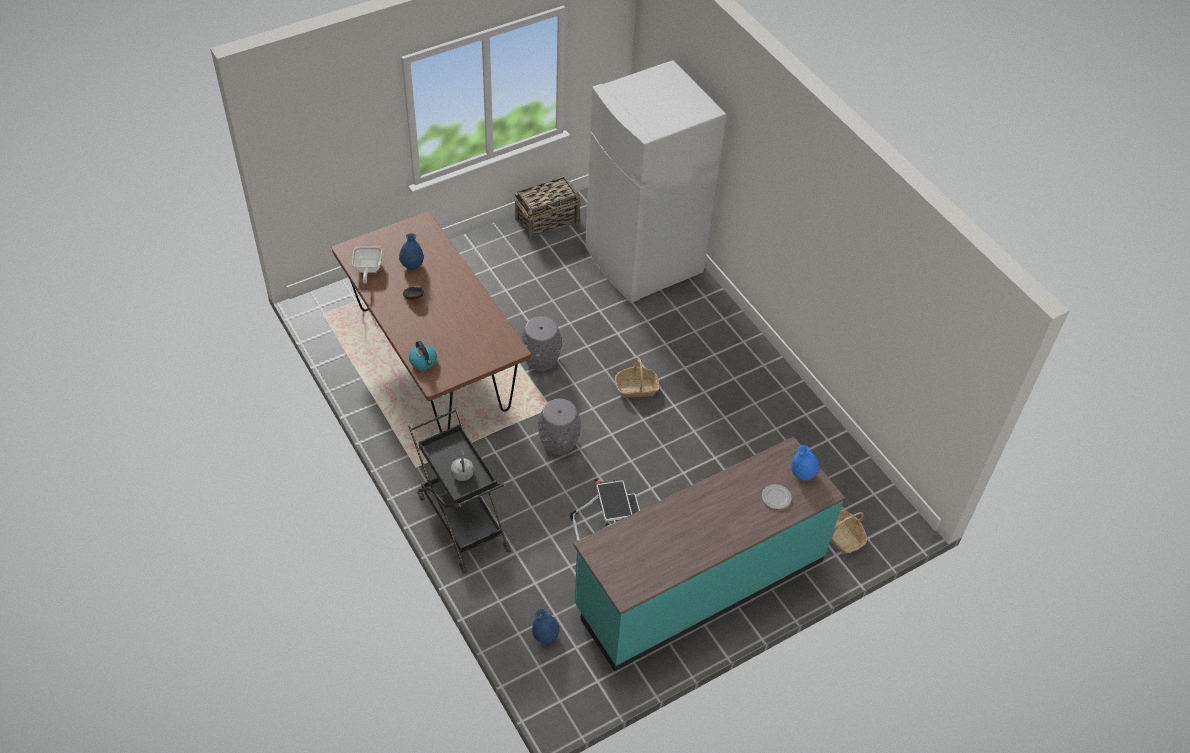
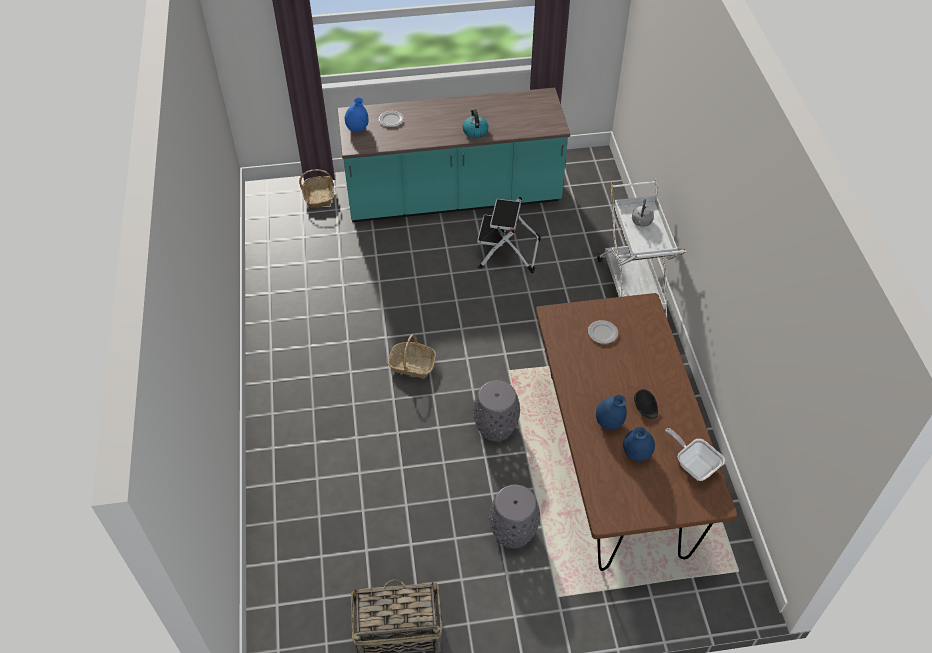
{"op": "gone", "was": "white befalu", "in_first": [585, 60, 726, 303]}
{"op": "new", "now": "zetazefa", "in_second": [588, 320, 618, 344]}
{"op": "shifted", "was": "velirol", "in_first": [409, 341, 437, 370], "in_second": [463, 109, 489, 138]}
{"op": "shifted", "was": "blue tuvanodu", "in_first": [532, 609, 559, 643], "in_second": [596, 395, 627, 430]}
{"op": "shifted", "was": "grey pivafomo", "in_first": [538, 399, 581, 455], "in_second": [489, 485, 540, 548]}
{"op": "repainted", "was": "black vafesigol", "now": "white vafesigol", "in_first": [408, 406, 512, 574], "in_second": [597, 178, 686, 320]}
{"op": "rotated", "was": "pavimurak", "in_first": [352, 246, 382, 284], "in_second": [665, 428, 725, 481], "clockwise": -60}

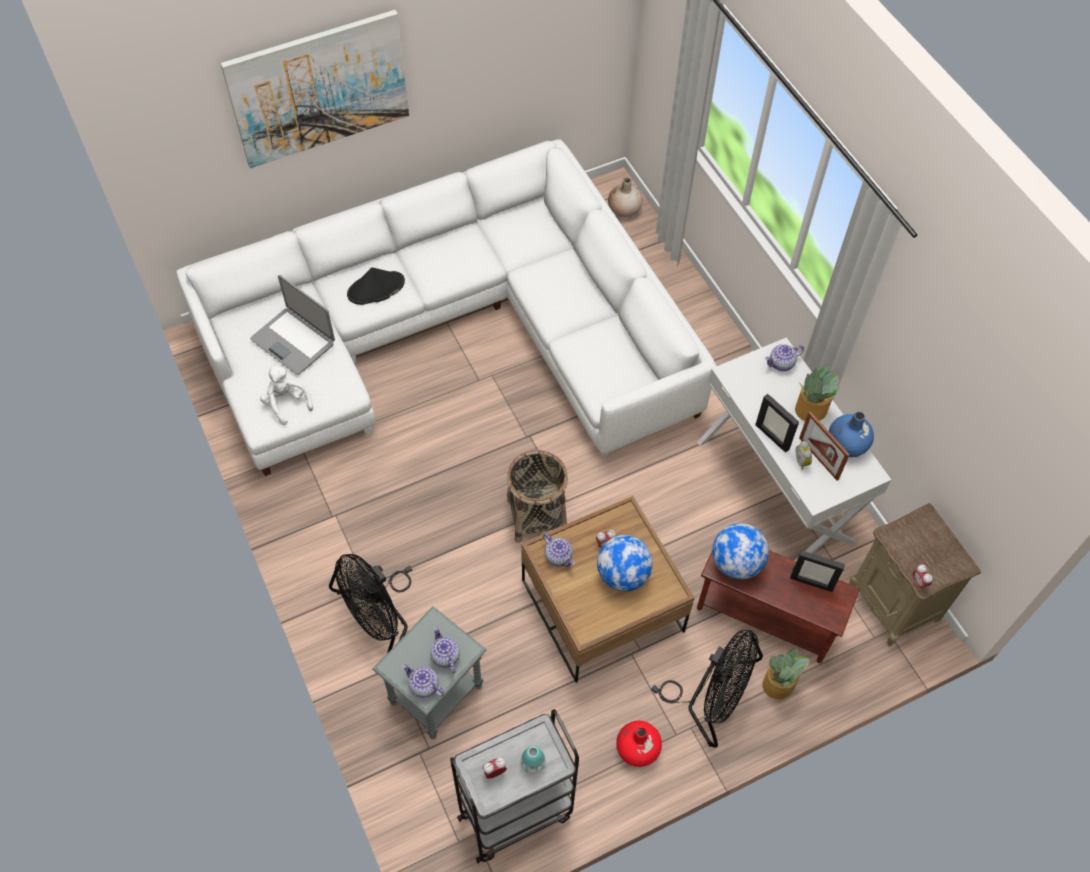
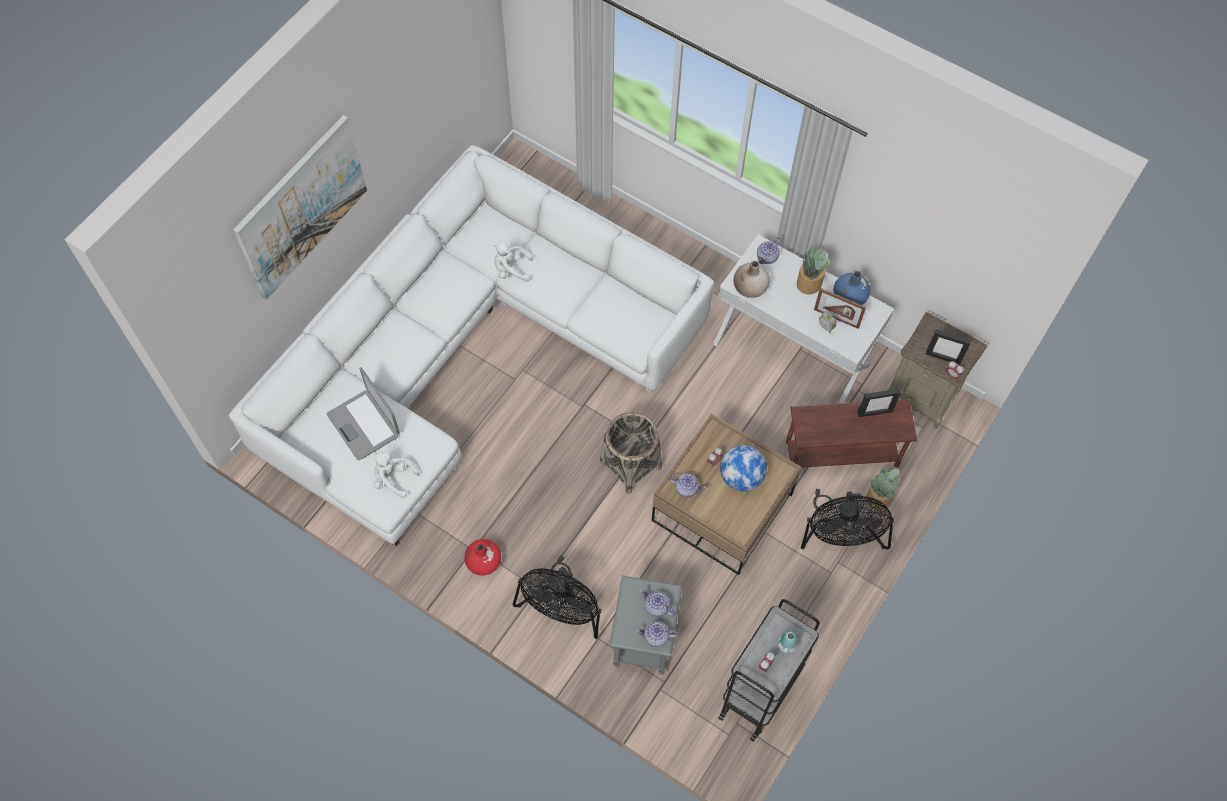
{"op": "gone", "was": "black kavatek", "in_first": [347, 267, 405, 305]}
{"op": "gone", "was": "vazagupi", "in_first": [712, 523, 769, 579]}
{"op": "new", "now": "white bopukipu", "in_second": [494, 241, 533, 282]}
{"op": "shifted", "was": "beige tuvanodu", "in_first": [608, 177, 643, 217], "in_second": [734, 261, 770, 298]}
{"op": "shifted", "was": "red tuvanodu", "in_first": [616, 721, 662, 767], "in_second": [464, 539, 501, 576]}
{"op": "shifted", "was": "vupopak", "in_first": [755, 394, 799, 453], "in_second": [926, 329, 971, 365]}
{"op": "rotated", "was": "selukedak", "in_first": [250, 275, 335, 375], "in_second": [327, 367, 400, 460], "clockwise": 45}
{"op": "rotated", "was": "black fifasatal", "in_first": [651, 630, 763, 748], "in_second": [801, 489, 894, 549], "clockwise": 90}

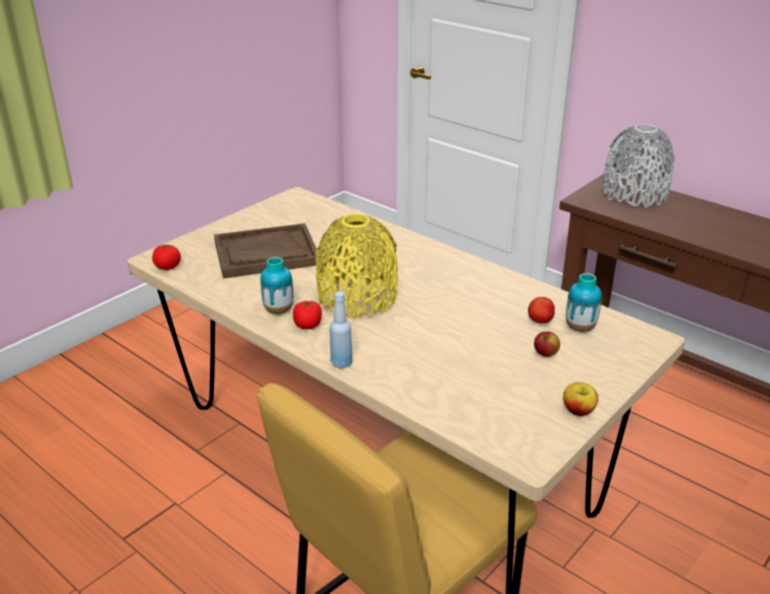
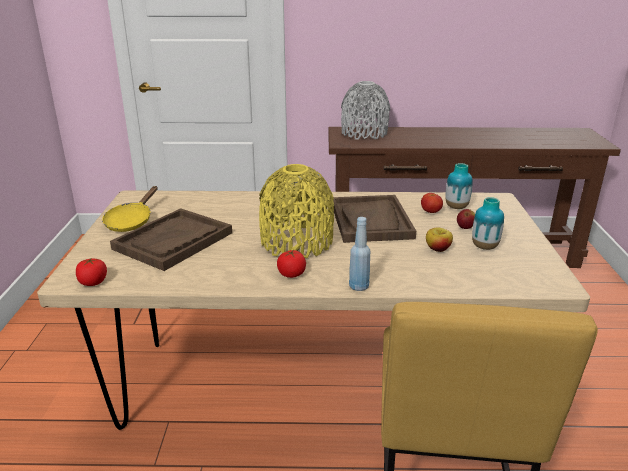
{"op": "new", "now": "yellow pavimurak", "in_second": [102, 186, 158, 232]}
{"op": "new", "now": "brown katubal", "in_second": [333, 195, 416, 243]}
{"op": "shifted", "was": "tuvanodu", "in_first": [260, 257, 294, 314], "in_second": [472, 197, 504, 250]}
{"op": "shifted", "was": "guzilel", "in_first": [563, 382, 598, 416], "in_second": [426, 227, 453, 252]}

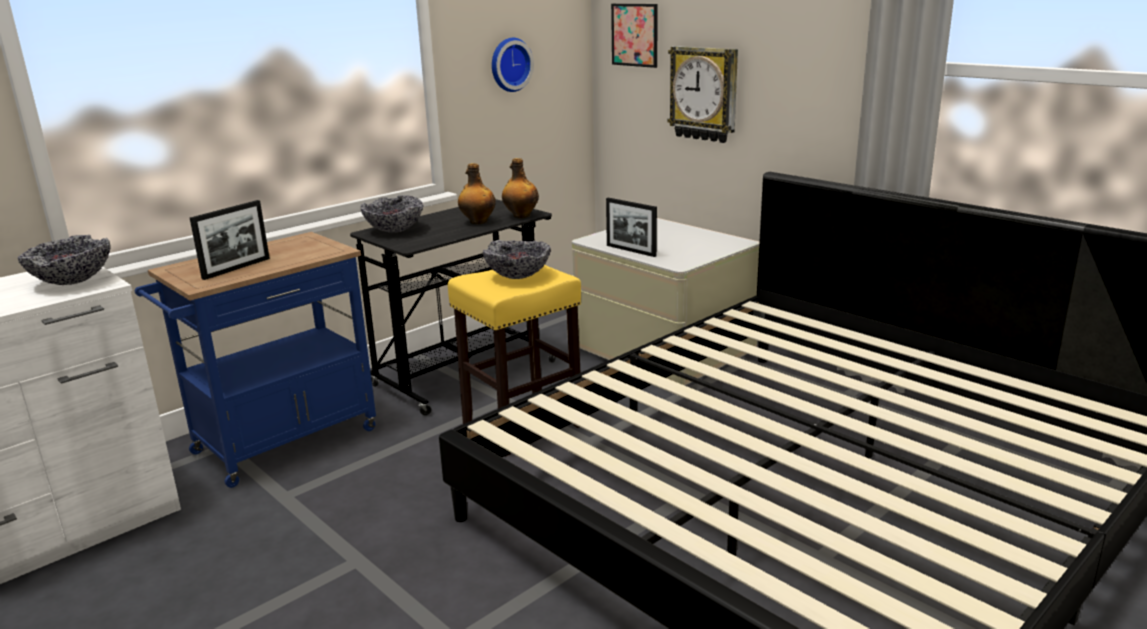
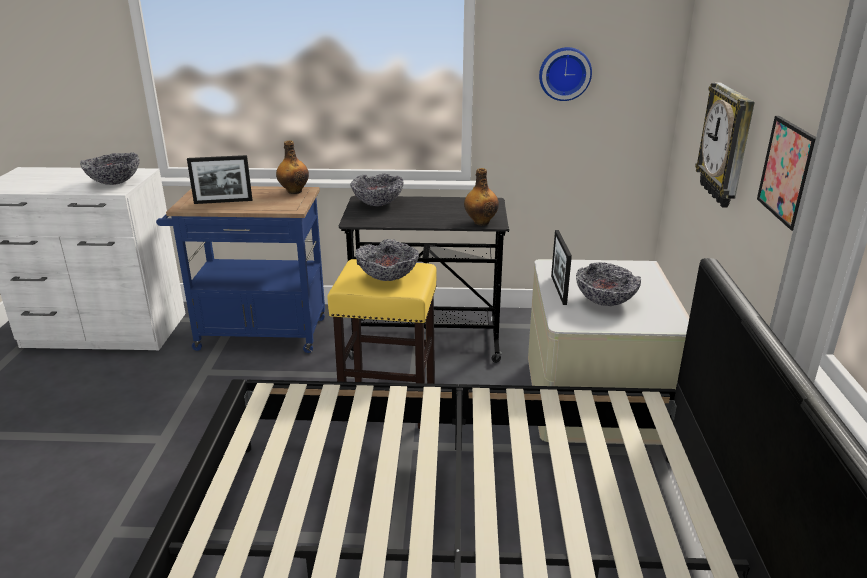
{"op": "new", "now": "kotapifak", "in_second": [576, 262, 641, 306]}
{"op": "shifted", "was": "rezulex", "in_first": [458, 163, 496, 224], "in_second": [276, 141, 309, 194]}
{"op": "shifted", "was": "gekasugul", "in_first": [611, 4, 658, 68], "in_second": [757, 116, 816, 231]}

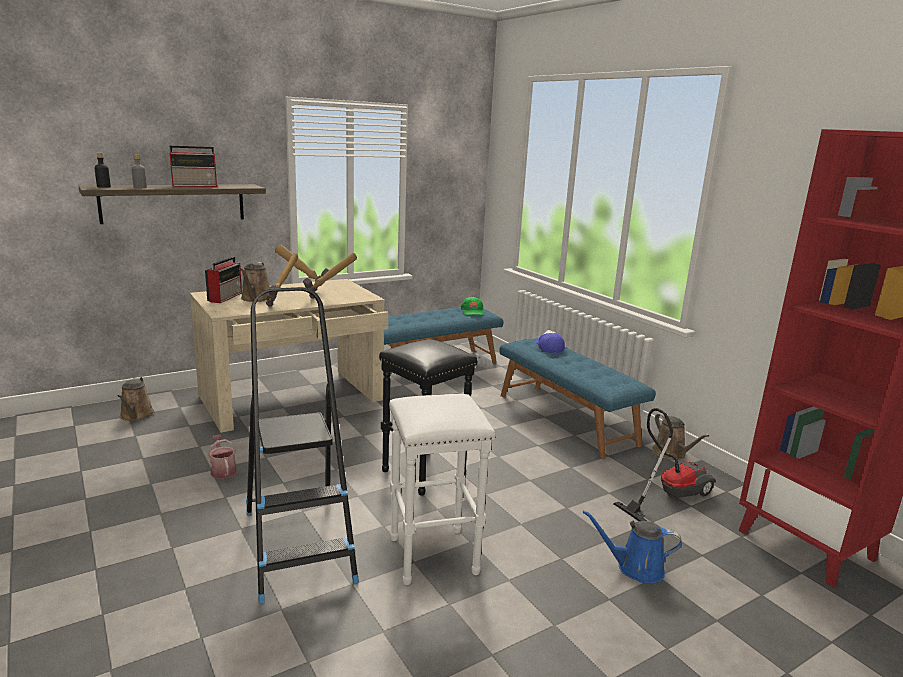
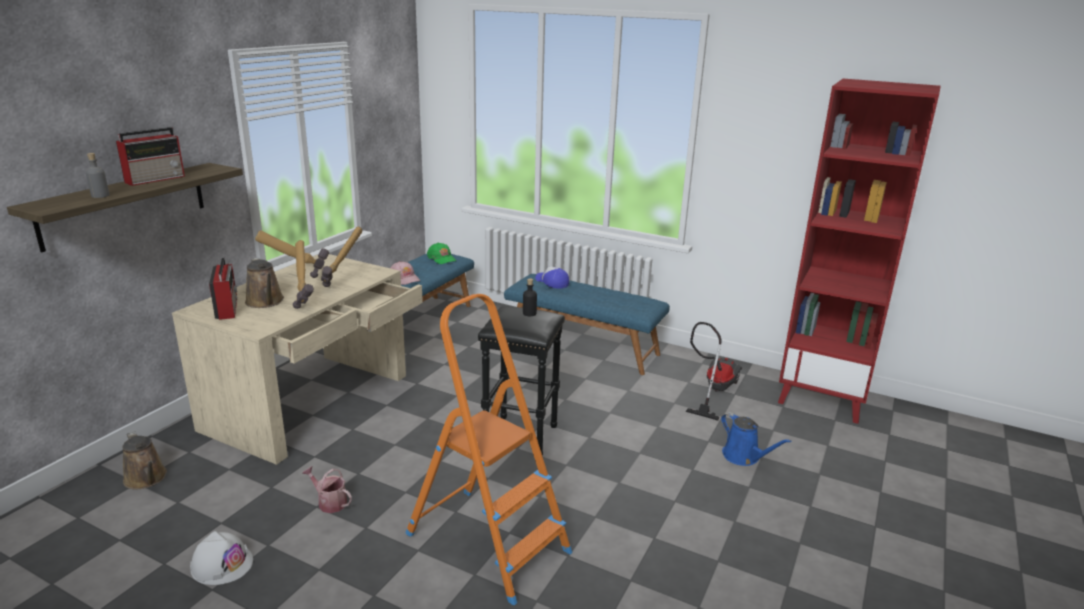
{"op": "gone", "was": "white pivafomo", "in_first": [389, 394, 495, 585]}
{"op": "gone", "was": "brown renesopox", "in_first": [652, 413, 709, 460]}
{"op": "new", "now": "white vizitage", "in_second": [190, 531, 253, 585]}
{"op": "new", "now": "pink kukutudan", "in_second": [390, 261, 420, 285]}
{"op": "shifted", "was": "black rezulex", "in_first": [95, 153, 111, 188], "in_second": [523, 278, 537, 316]}
{"op": "repainted", "was": "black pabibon", "now": "orange pabibon", "in_first": [246, 287, 359, 604], "in_second": [405, 294, 572, 605]}
{"op": "rotated", "was": "blue renesopox", "in_first": [583, 510, 682, 584], "in_second": [721, 412, 791, 466], "clockwise": -105}

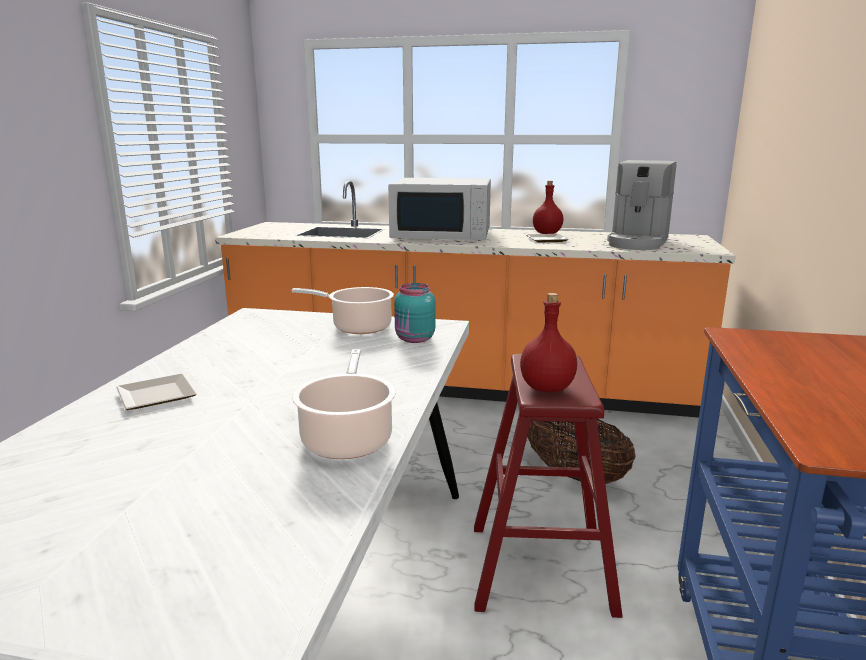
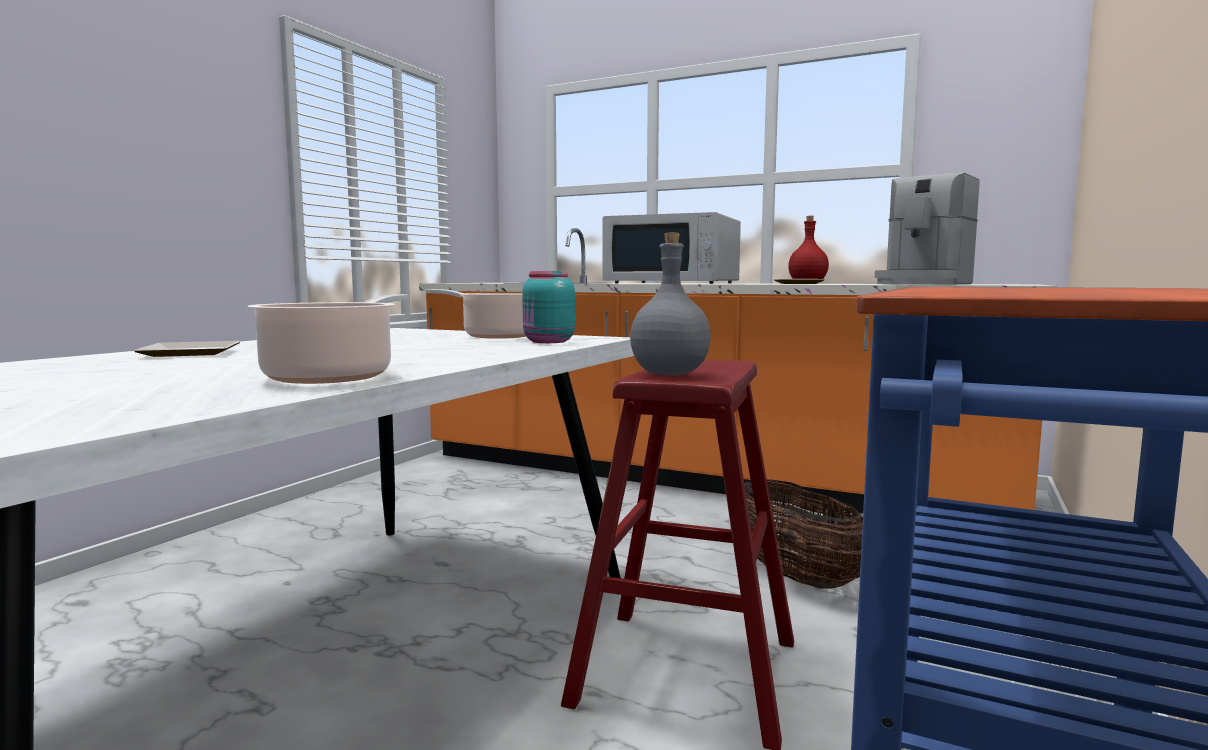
{"op": "repainted", "was": "red rezulex", "now": "grey rezulex", "in_first": [520, 293, 577, 392], "in_second": [630, 233, 711, 375]}

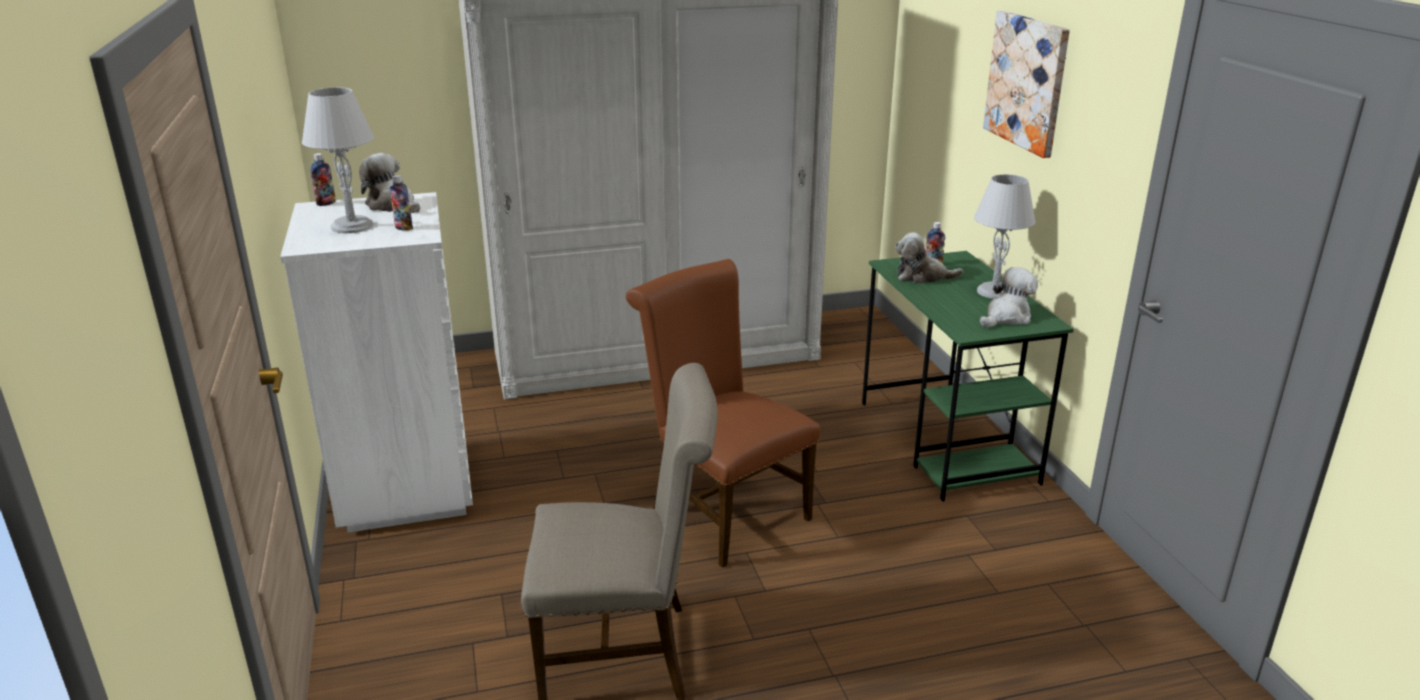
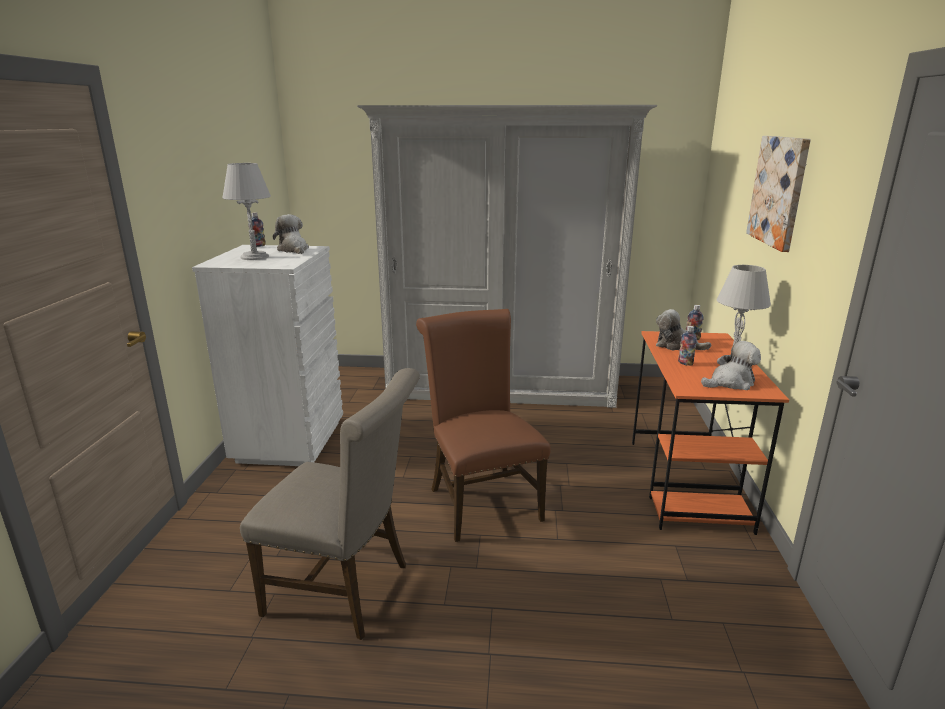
{"op": "shifted", "was": "rezulex", "in_first": [390, 175, 413, 231], "in_second": [678, 326, 697, 366]}
{"op": "repainted", "was": "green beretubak", "now": "orange beretubak", "in_first": [862, 251, 1074, 502], "in_second": [632, 331, 789, 535]}

